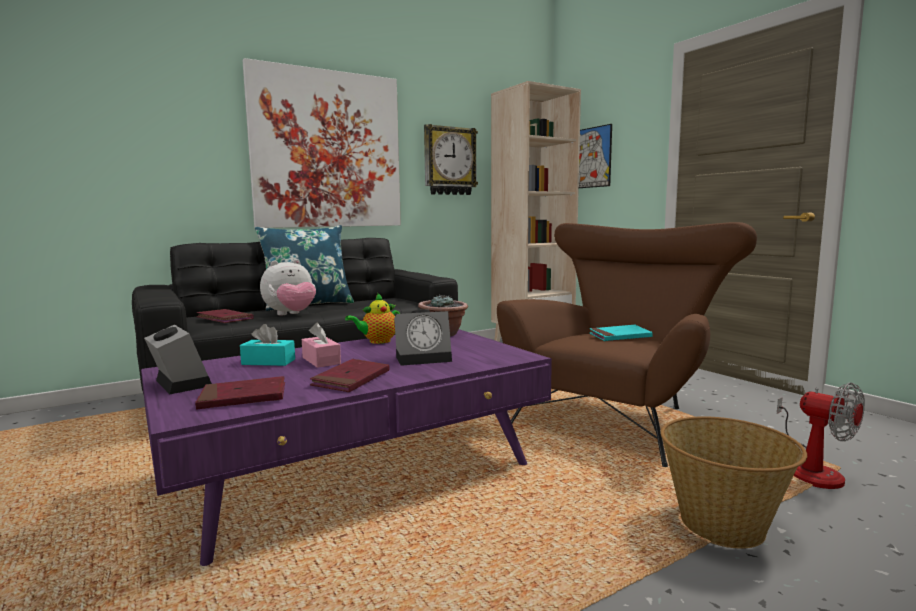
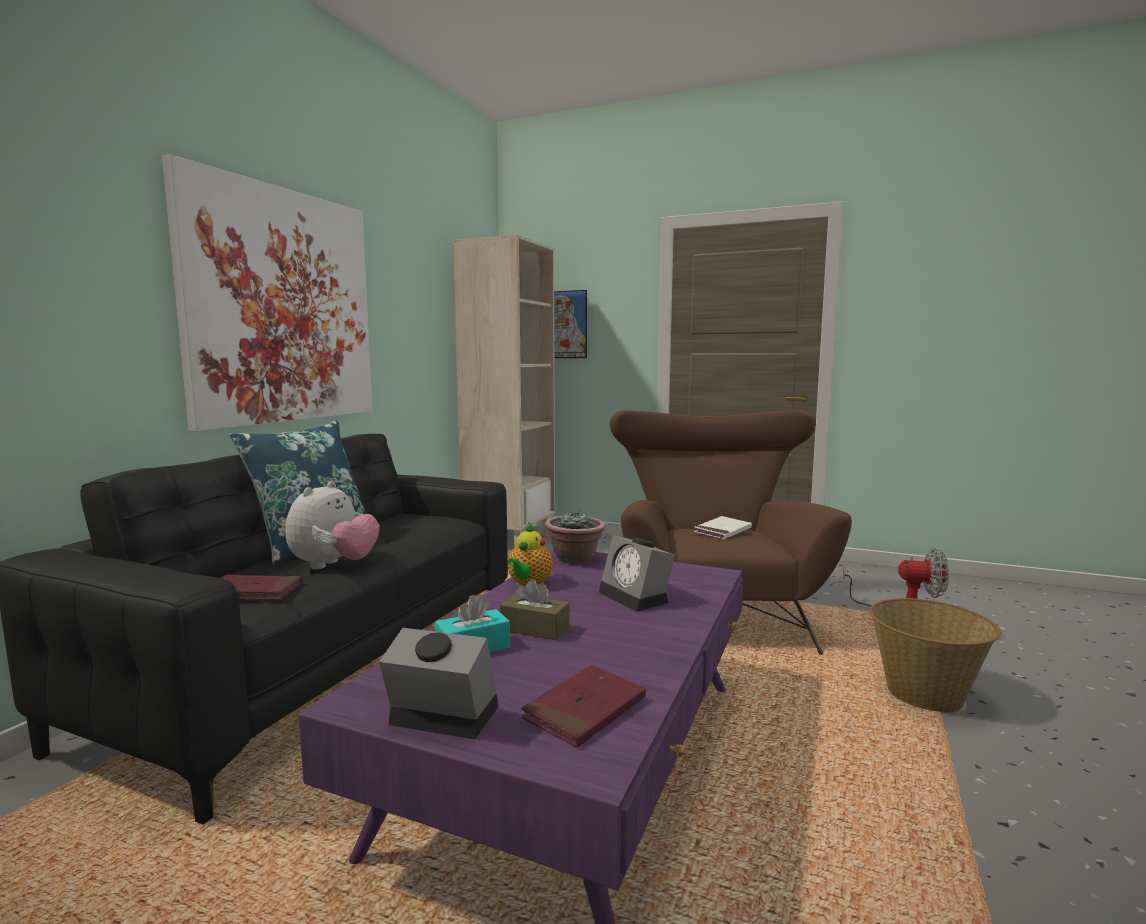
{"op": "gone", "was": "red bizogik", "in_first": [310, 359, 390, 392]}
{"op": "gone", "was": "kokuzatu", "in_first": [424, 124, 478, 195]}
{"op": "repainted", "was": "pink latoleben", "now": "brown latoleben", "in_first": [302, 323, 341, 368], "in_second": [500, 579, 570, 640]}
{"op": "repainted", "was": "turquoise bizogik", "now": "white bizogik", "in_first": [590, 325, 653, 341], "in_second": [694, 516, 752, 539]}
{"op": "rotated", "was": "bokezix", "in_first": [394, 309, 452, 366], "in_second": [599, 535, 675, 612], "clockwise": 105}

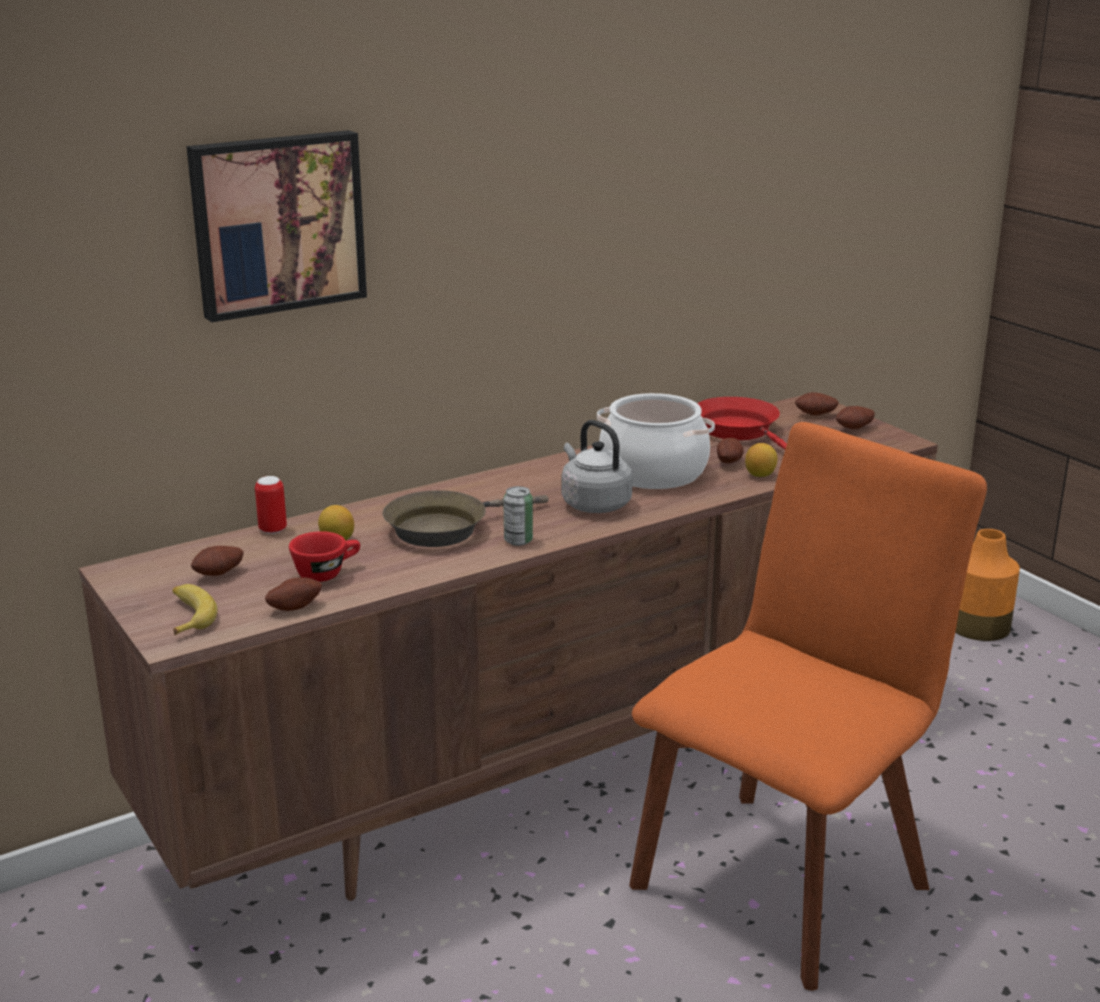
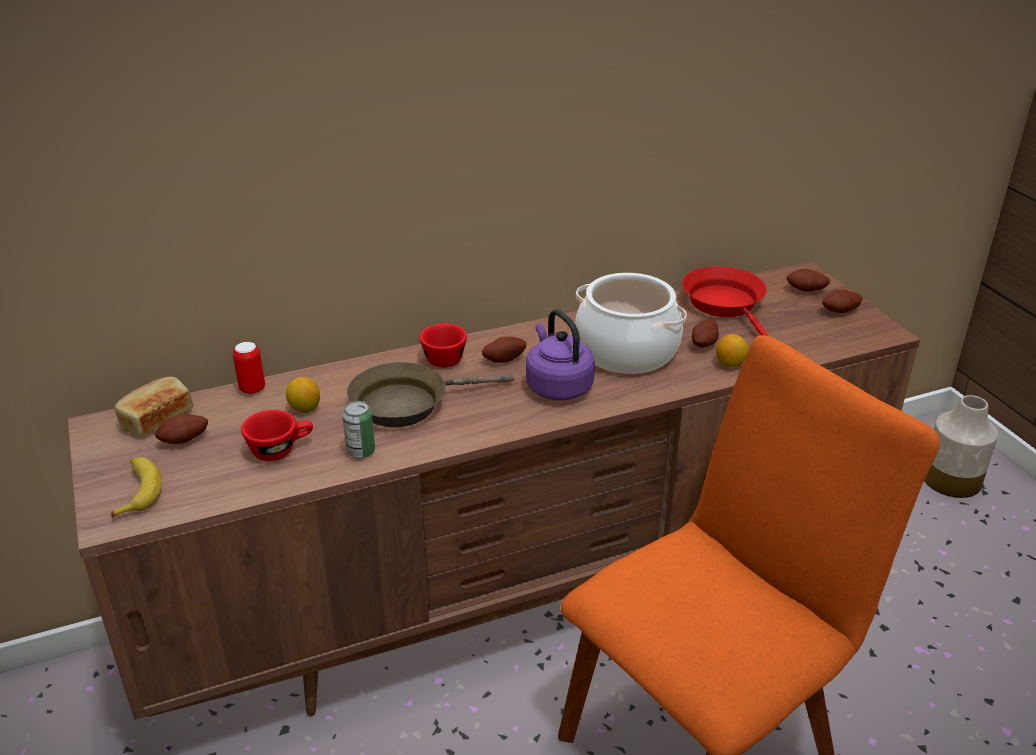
{"op": "gone", "was": "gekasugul", "in_first": [186, 130, 367, 322]}
{"op": "new", "now": "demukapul", "in_second": [114, 377, 193, 436]}
{"op": "new", "now": "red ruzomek", "in_second": [420, 323, 467, 368]}
{"op": "shifted", "was": "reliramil", "in_first": [265, 577, 322, 611], "in_second": [482, 337, 527, 363]}
{"op": "shifted", "was": "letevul", "in_first": [503, 486, 533, 546], "in_second": [342, 401, 375, 458]}
{"op": "repainted", "was": "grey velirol", "now": "purple velirol", "in_first": [561, 420, 633, 513], "in_second": [526, 309, 595, 401]}
{"op": "repainted", "was": "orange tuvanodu", "now": "beige tuvanodu", "in_first": [955, 529, 1020, 641], "in_second": [924, 395, 998, 498]}

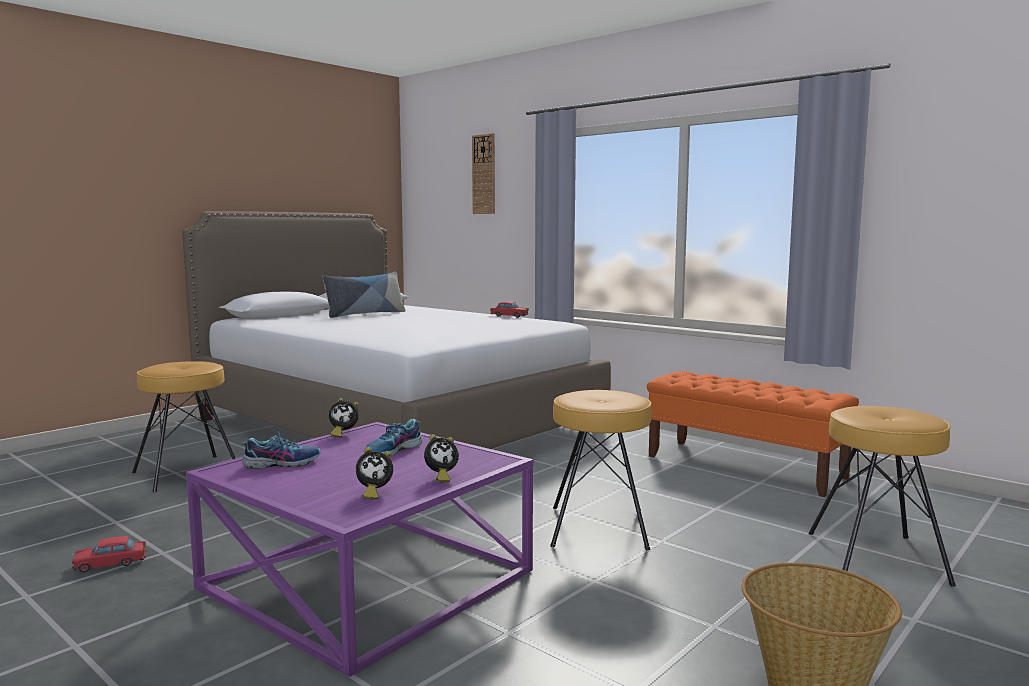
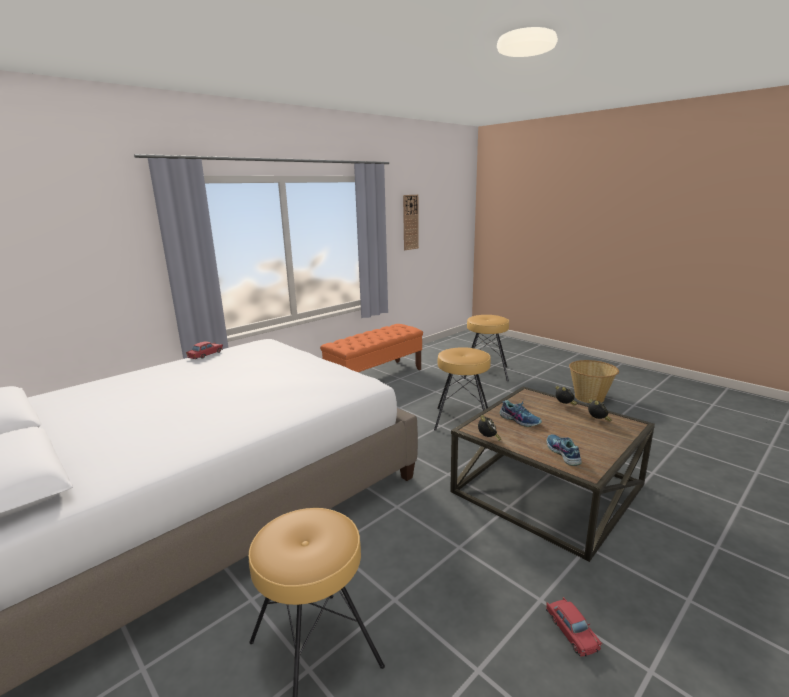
{"op": "gone", "was": "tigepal", "in_first": [322, 272, 406, 318]}
{"op": "shifted", "was": "kokuzatu", "in_first": [472, 133, 495, 214], "in_second": [403, 195, 419, 250]}
{"op": "repainted", "was": "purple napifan", "now": "brown napifan", "in_first": [186, 422, 534, 677], "in_second": [450, 386, 655, 562]}

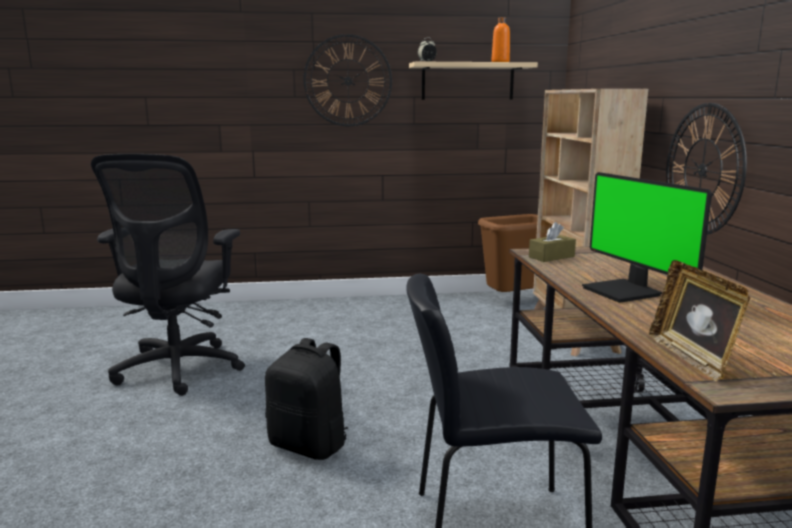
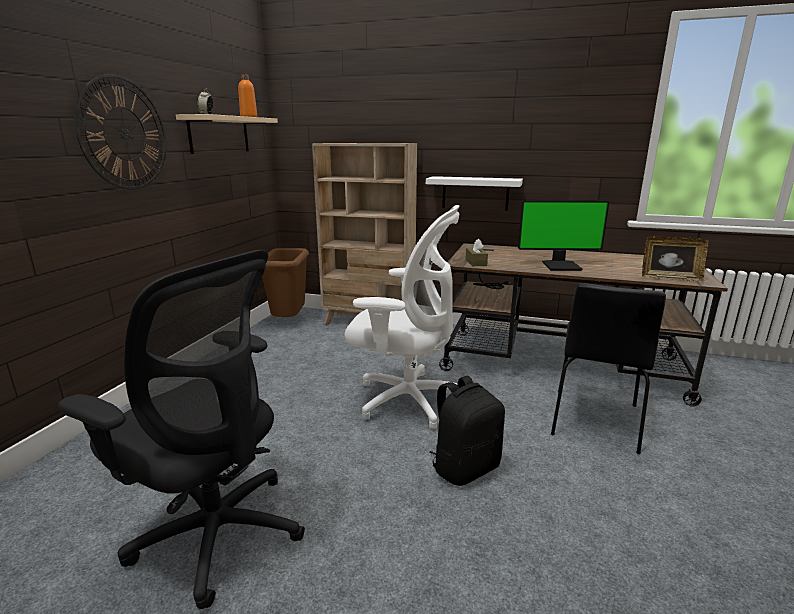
{"op": "new", "now": "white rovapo", "in_second": [345, 205, 459, 429]}
{"op": "swapped", "was": "kokuzatu", "now": "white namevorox", "in_first": [666, 103, 747, 235], "in_second": [426, 176, 523, 211]}

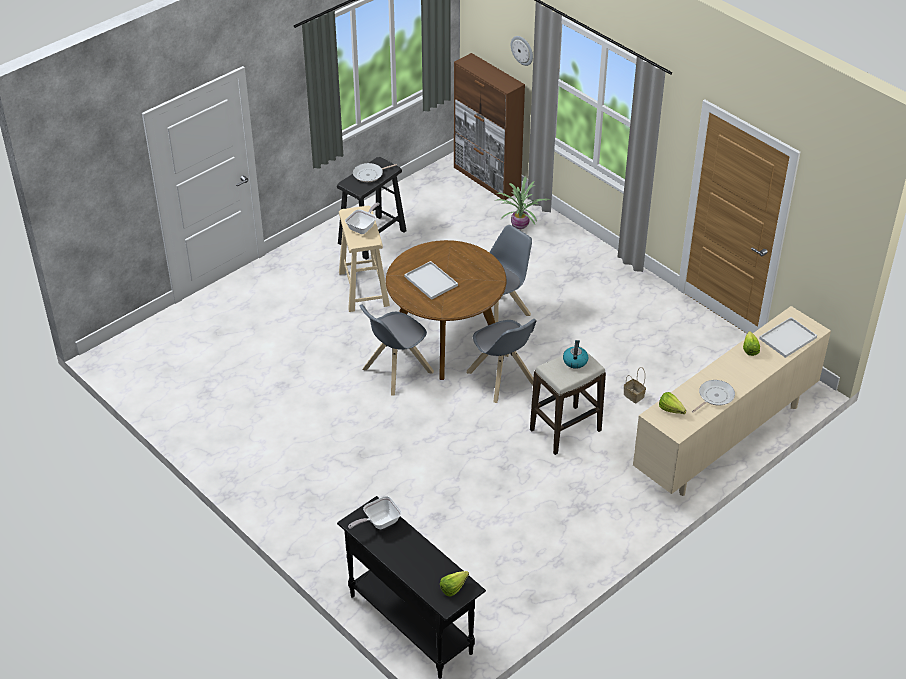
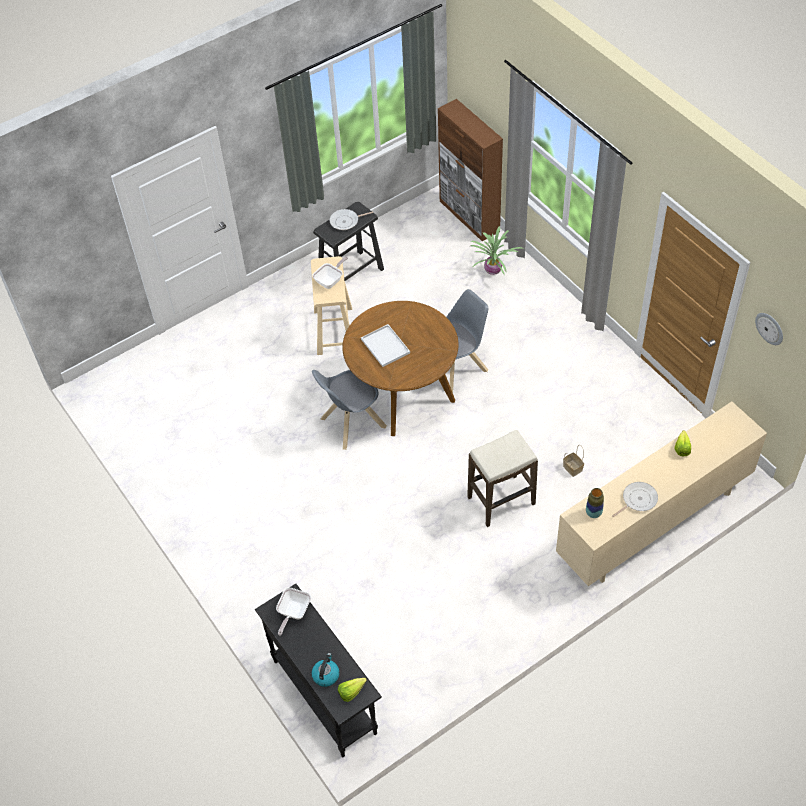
{"op": "gone", "was": "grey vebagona", "in_first": [467, 319, 537, 403]}
{"op": "gone", "was": "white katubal", "in_first": [759, 317, 817, 358]}
{"op": "shifted", "was": "kokuzatu", "in_first": [511, 36, 533, 66], "in_second": [755, 313, 783, 345]}
{"op": "shifted", "was": "velirol", "in_first": [563, 340, 588, 369], "in_second": [312, 653, 339, 687]}
{"op": "swapped", "was": "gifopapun", "now": "tuvanodu", "in_first": [659, 392, 686, 414], "in_second": [586, 488, 604, 518]}
{"op": "rotated", "was": "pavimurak", "in_first": [348, 496, 402, 529], "in_second": [276, 588, 311, 636], "clockwise": -45}

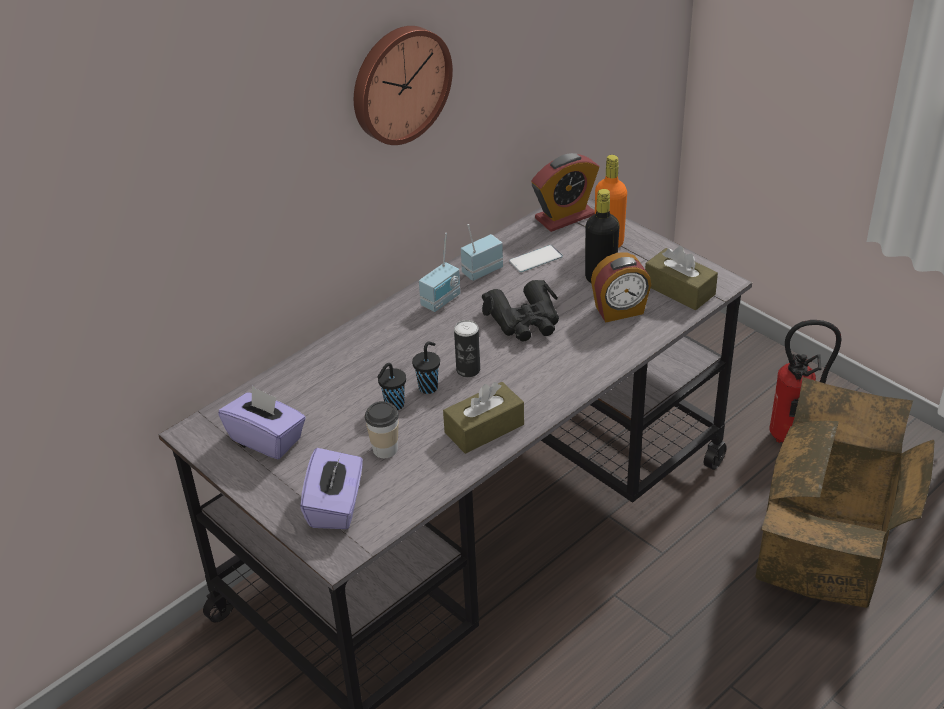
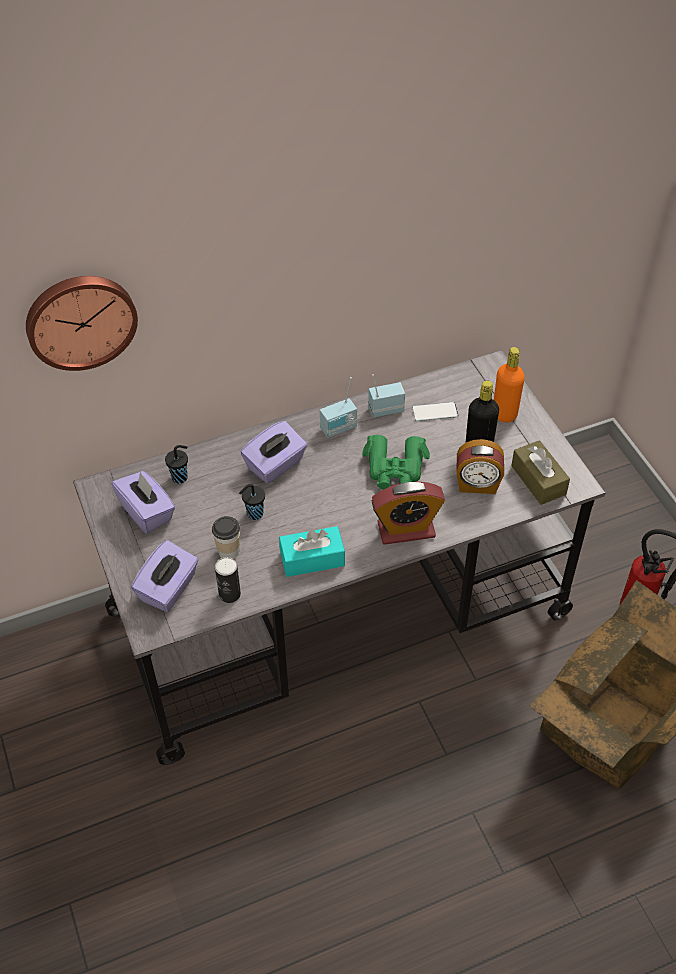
{"op": "new", "now": "purple latoleben", "in_second": [241, 421, 307, 484]}
{"op": "shifted", "was": "kokuzatu", "in_first": [354, 26, 453, 145], "in_second": [26, 276, 138, 371]}
{"op": "shifted", "was": "black ruzomek", "in_first": [412, 342, 440, 394], "in_second": [165, 445, 188, 484]}
{"op": "shifted", "was": "letevul", "in_first": [454, 320, 480, 377], "in_second": [215, 557, 241, 603]}
{"op": "shifted", "was": "bokezix", "in_first": [531, 153, 600, 232], "in_second": [372, 482, 445, 545]}
{"op": "repainted", "was": "brown latoleben", "now": "turquoise latoleben", "in_first": [443, 382, 524, 454], "in_second": [279, 526, 345, 577]}
{"op": "repainted", "was": "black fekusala", "now": "green fekusala", "in_first": [482, 280, 559, 342], "in_second": [362, 435, 430, 490]}

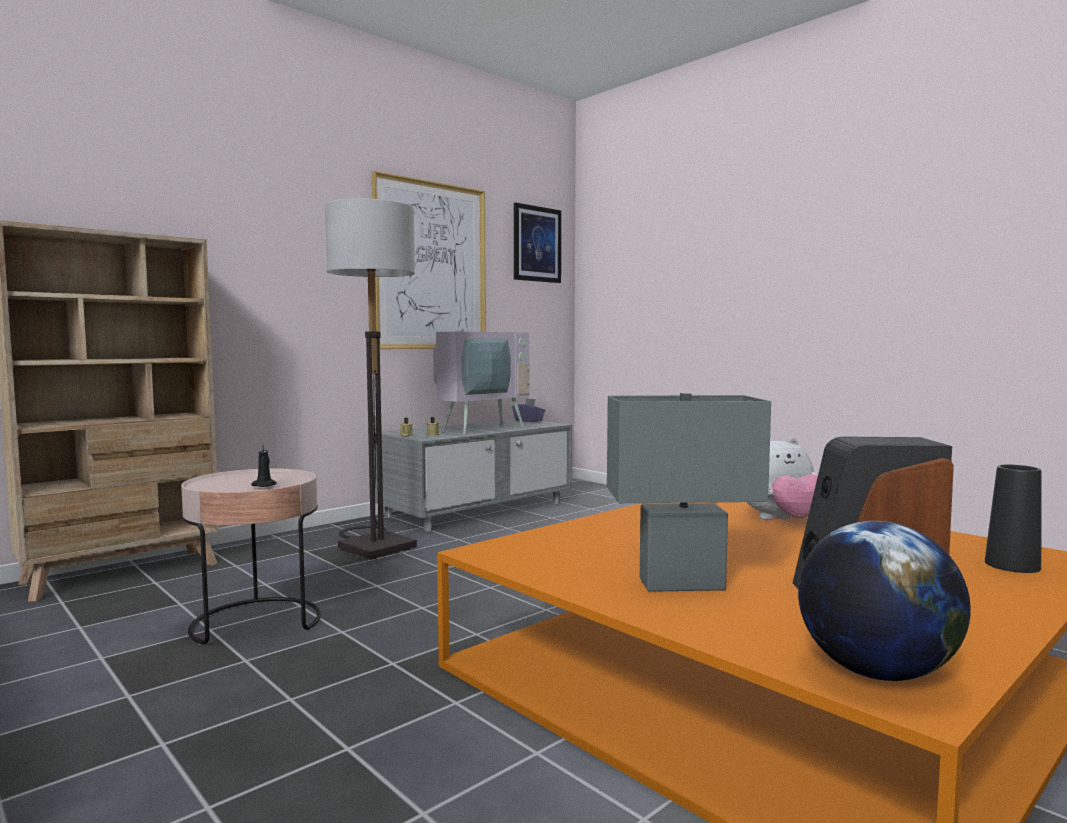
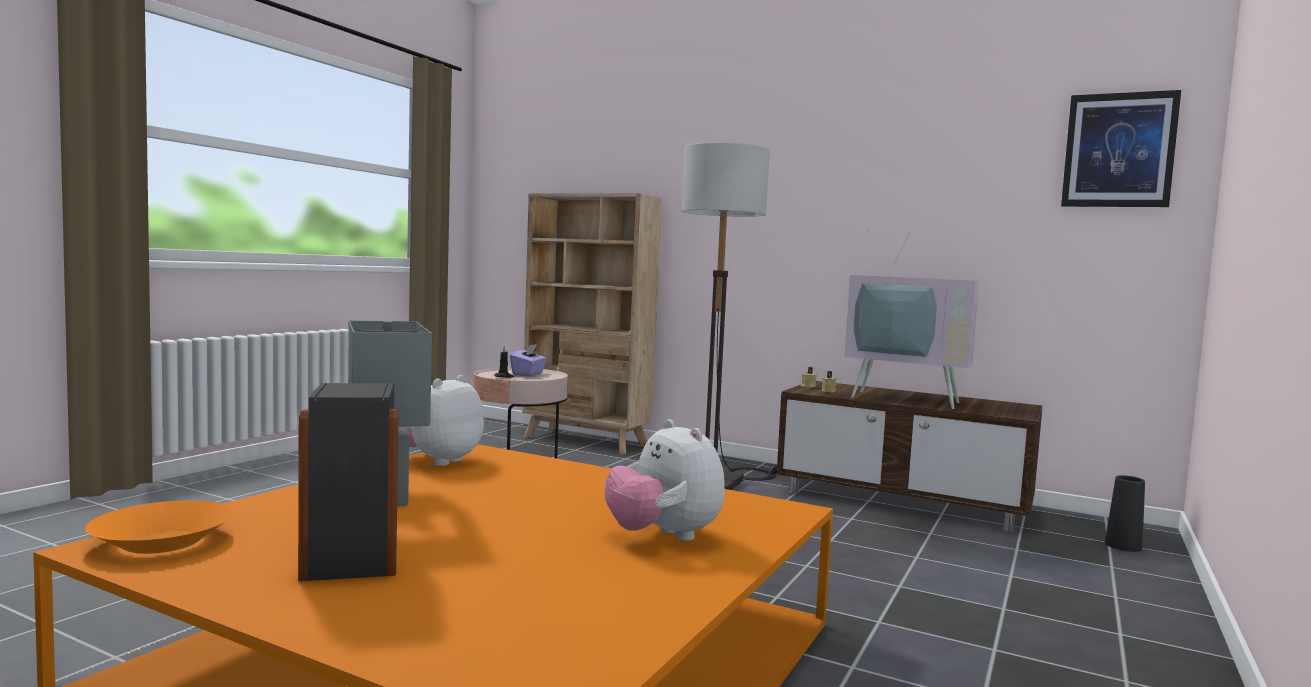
{"op": "gone", "was": "gekasugul", "in_first": [372, 171, 486, 349]}
{"op": "new", "now": "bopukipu", "in_second": [406, 375, 484, 466]}
{"op": "shifted", "was": "purple latoleben", "in_first": [512, 398, 545, 422], "in_second": [510, 344, 547, 377]}
{"op": "shifted", "was": "black tuvanodu", "in_first": [985, 465, 1042, 573], "in_second": [1105, 475, 1145, 552]}
{"op": "swapped", "was": "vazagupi", "now": "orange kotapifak", "in_first": [798, 521, 970, 681], "in_second": [85, 500, 233, 554]}
{"op": "repainted", "was": "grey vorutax", "now": "brown vorutax", "in_first": [374, 419, 572, 531], "in_second": [777, 381, 1043, 532]}

